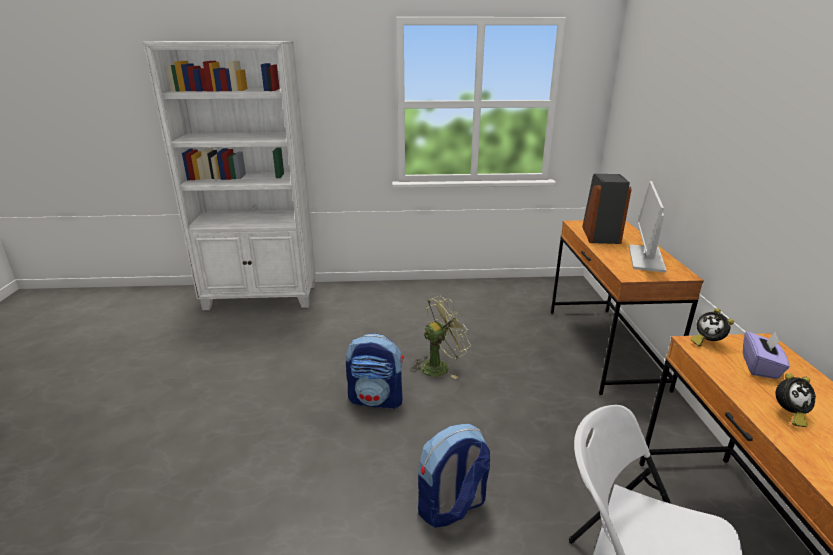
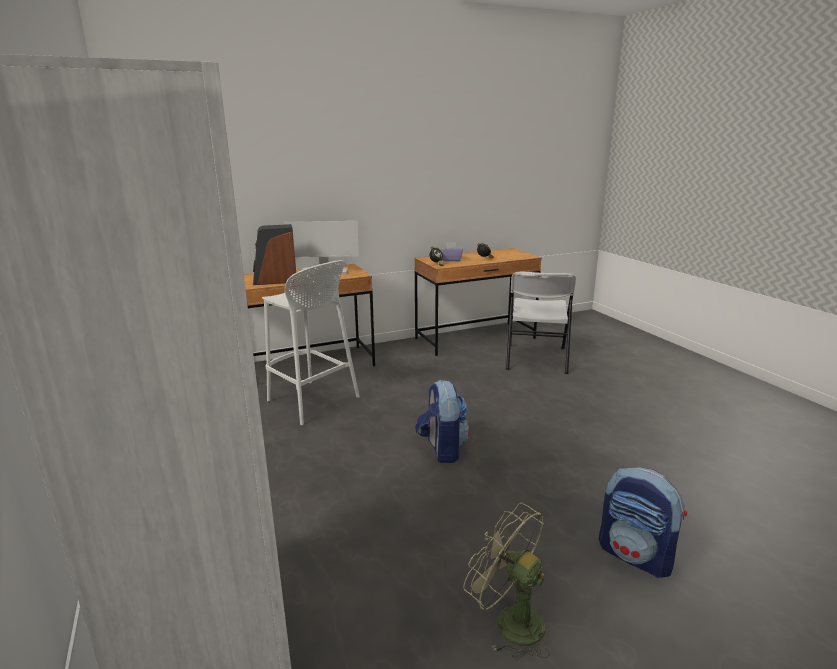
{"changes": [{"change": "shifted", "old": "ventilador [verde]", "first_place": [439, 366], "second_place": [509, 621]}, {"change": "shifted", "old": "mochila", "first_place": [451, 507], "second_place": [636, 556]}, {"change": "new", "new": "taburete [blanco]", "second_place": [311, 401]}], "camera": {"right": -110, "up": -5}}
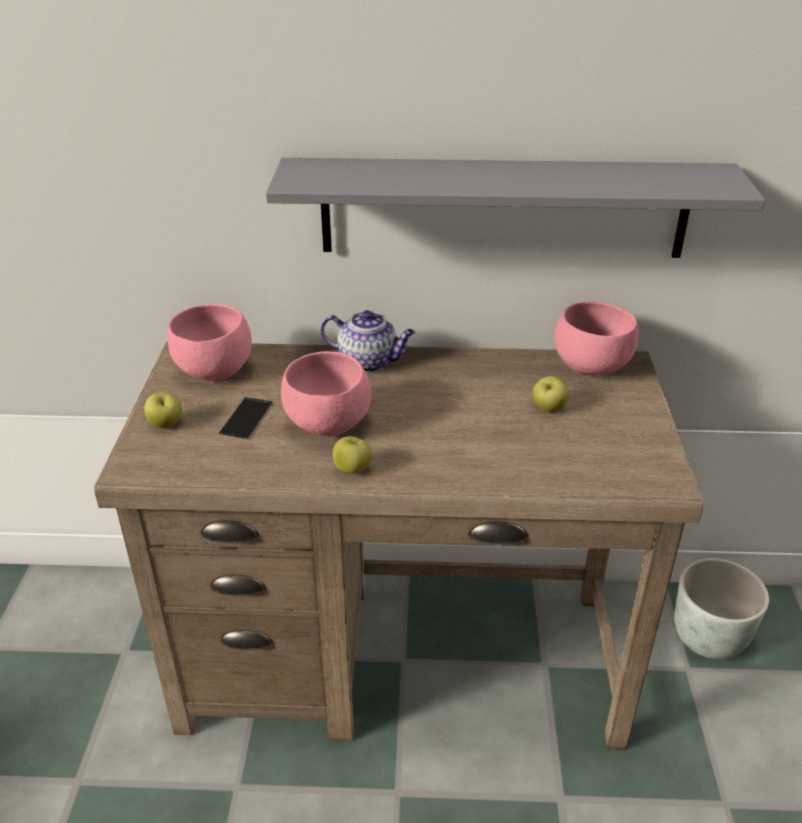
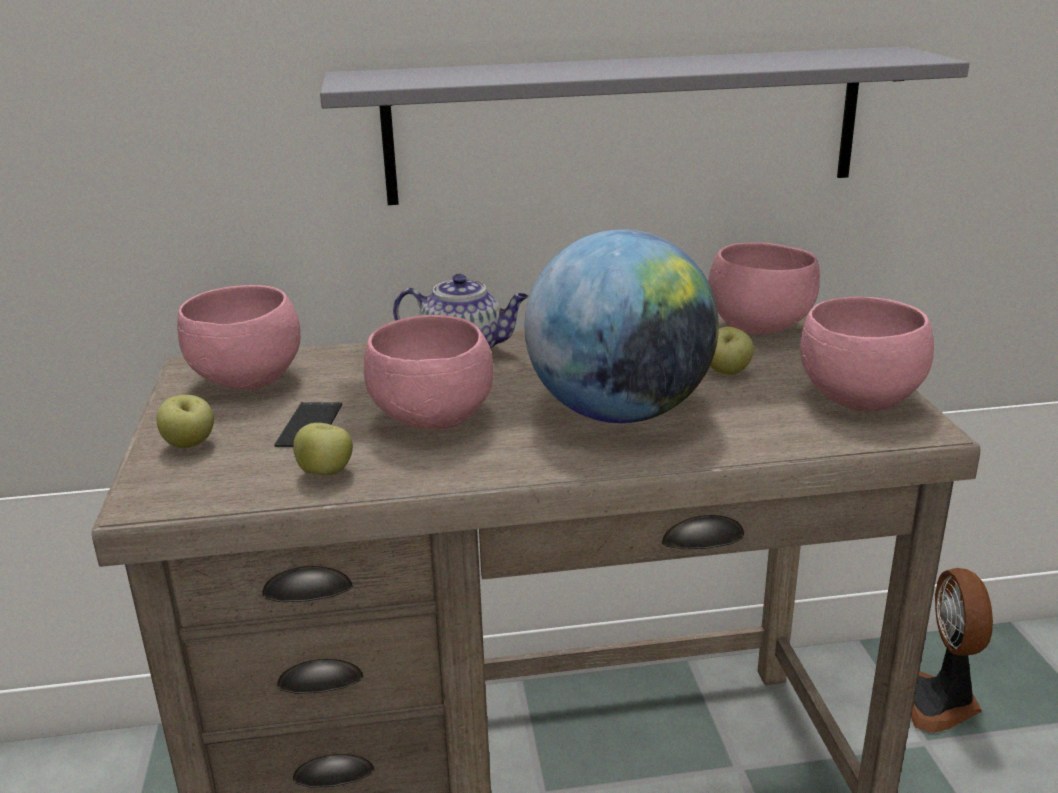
{"changes": [{"change": "shifted", "old": "manzana", "first_place": [352, 469], "second_place": [326, 473]}, {"change": "swapped", "old": "maceta [gris]", "new": "ventilador", "first_place": [709, 640], "second_place": [939, 702]}, {"change": "new", "new": "globo terráqueo", "second_place": [619, 413]}, {"change": "new", "new": "cuenco [rosa]", "second_place": [859, 401]}], "camera": {"right": -10, "up": -10}}
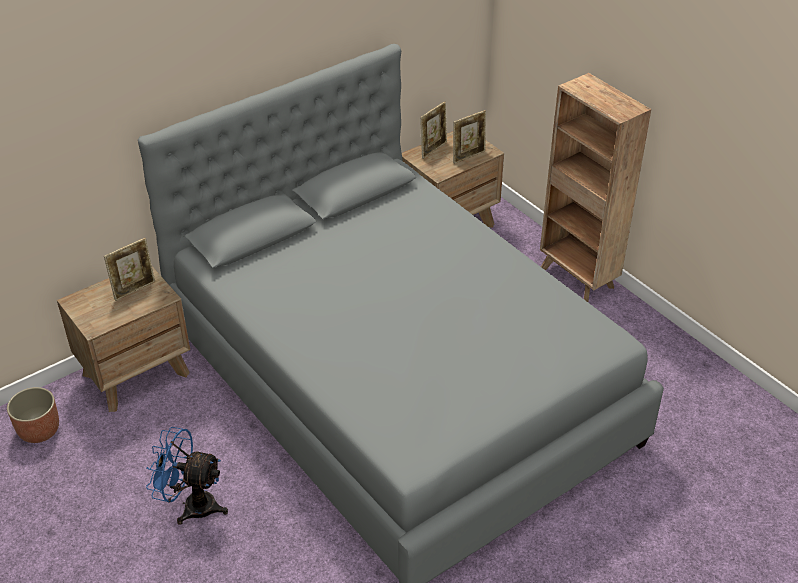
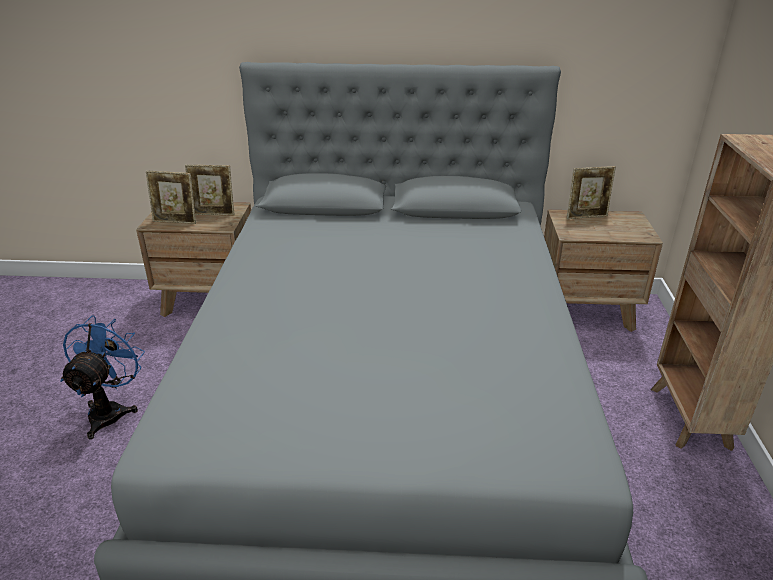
{"changes": [{"change": "shifted", "old": "portarretratos", "first_place": [468, 156], "second_place": [175, 222]}, {"change": "gone", "old": "maceta", "first_place": [39, 430]}, {"change": "rotated", "old": "ventilador [azul]", "first_place": [192, 505], "second_place": [111, 411], "degrees": 45}], "camera": {"right": 40, "up": -10}}
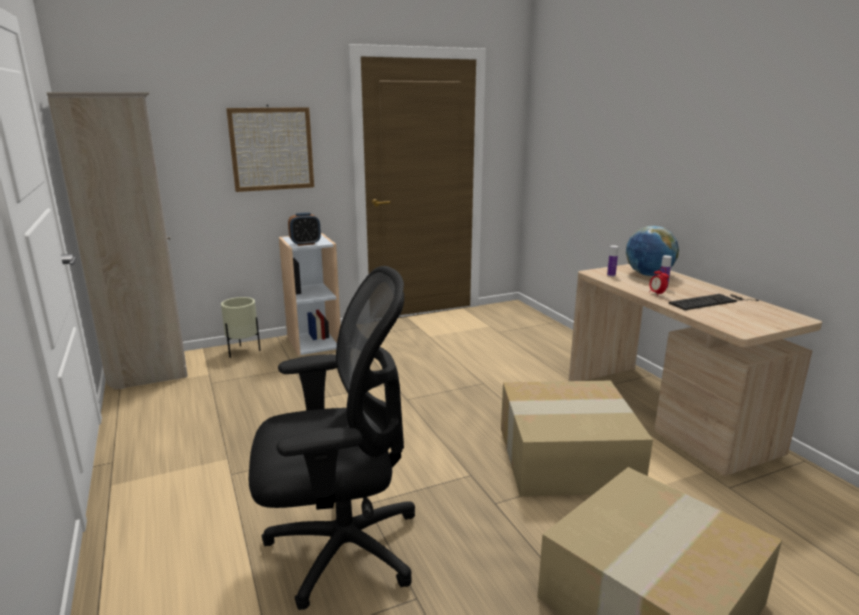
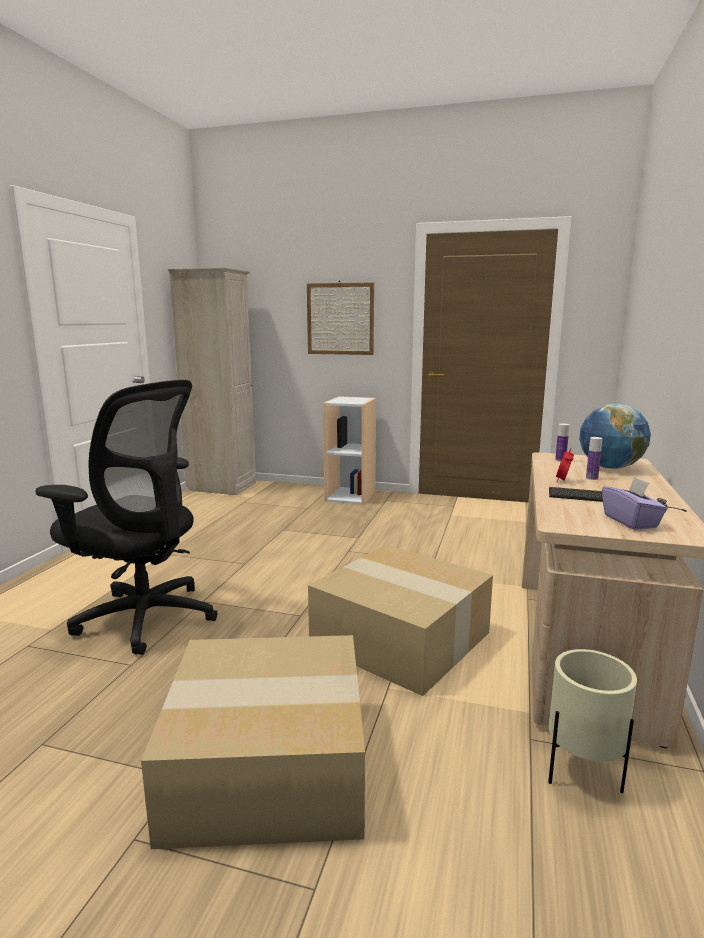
{"changes": [{"change": "gone", "old": "despertador", "first_place": [305, 244]}, {"change": "shifted", "old": "maceta [beis]", "first_place": [243, 351], "second_place": [582, 774]}, {"change": "new", "new": "caja de pañuelos [morado]", "second_place": [631, 521]}], "camera": {"right": 40, "up": -5}}
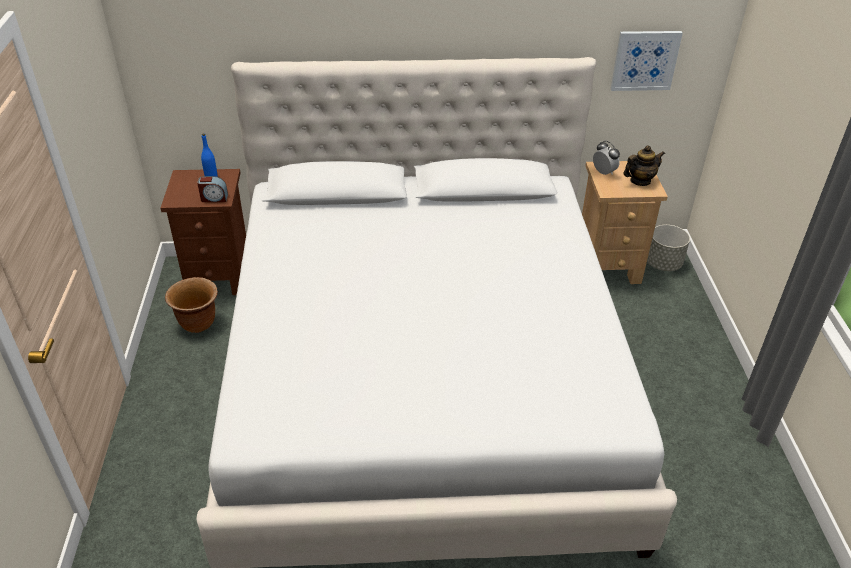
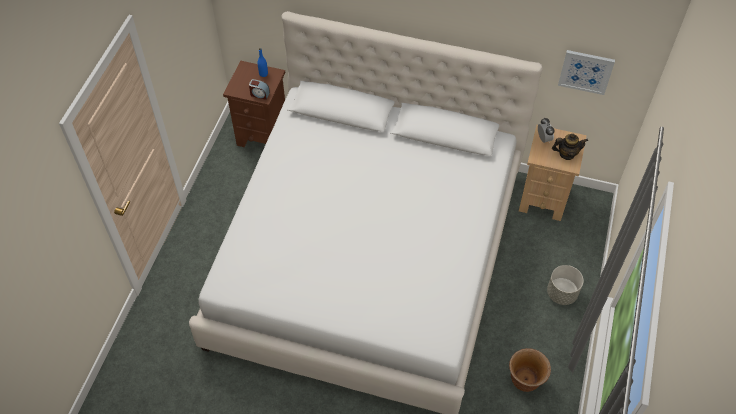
{"changes": [{"change": "shifted", "old": "maceta [gris]", "first_place": [663, 264], "second_place": [562, 293]}, {"change": "shifted", "old": "maceta [marrón]", "first_place": [198, 323], "second_place": [525, 380]}], "camera": {"right": 20, "up": 15}}
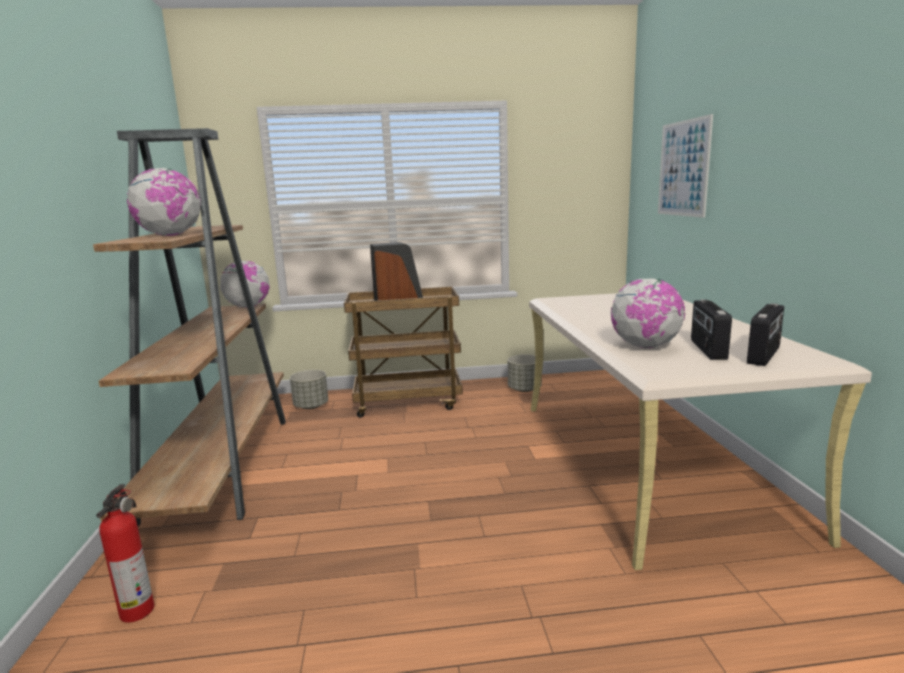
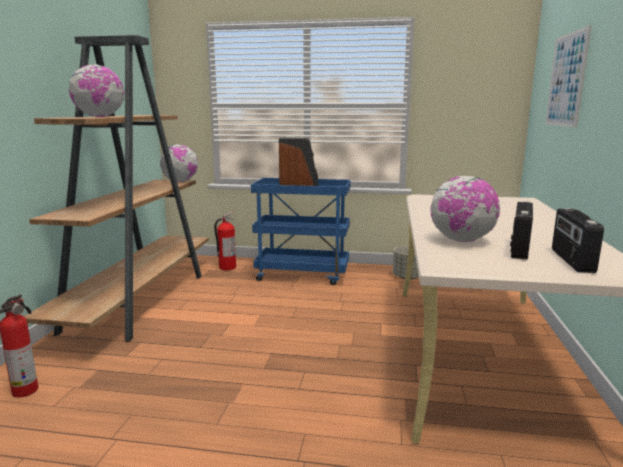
{"changes": [{"change": "repainted", "old": "carrito [marrón]", "new": "carrito [azul]", "first_place": [408, 402], "second_place": [303, 275]}, {"change": "rotated", "old": "radio", "first_place": [764, 355], "second_place": [571, 260], "degrees": 135}, {"change": "swapped", "old": "maceta [gris]", "new": "extintor", "first_place": [311, 406], "second_place": [227, 267]}], "camera": {"right": 15, "up": 0}}
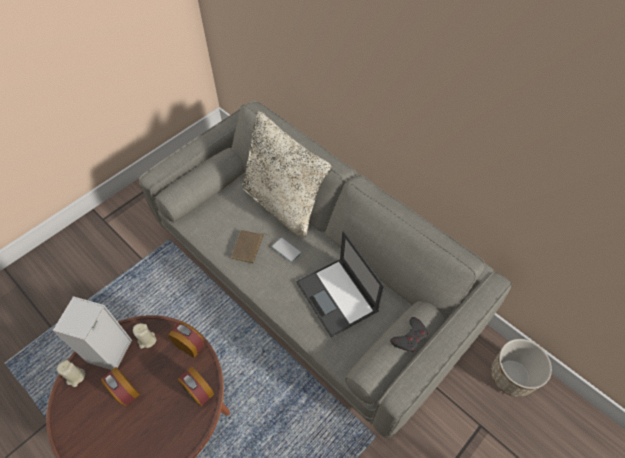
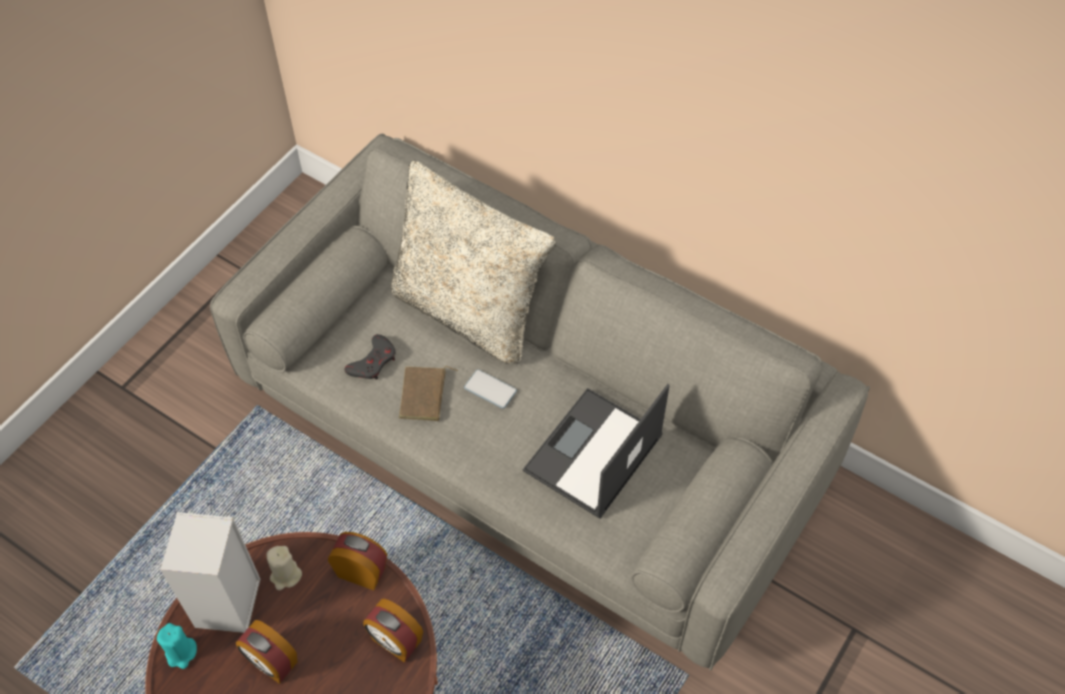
{"changes": [{"change": "rotated", "old": "portátil", "first_place": [337, 297], "second_place": [592, 454], "degrees": 75}, {"change": "shifted", "old": "mando de consola [gris]", "first_place": [409, 337], "second_place": [373, 362]}, {"change": "gone", "old": "maceta", "first_place": [511, 376]}, {"change": "repainted", "old": "vela [beis]", "new": "vela [turquesa]", "first_place": [75, 377], "second_place": [181, 653]}], "camera": {"right": -10, "up": 0}}
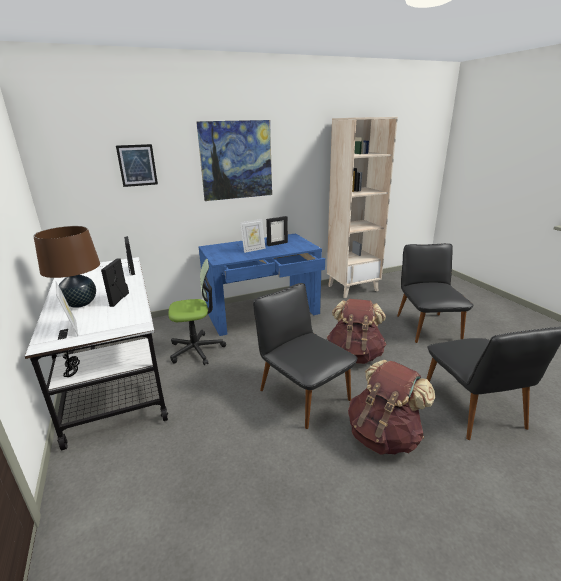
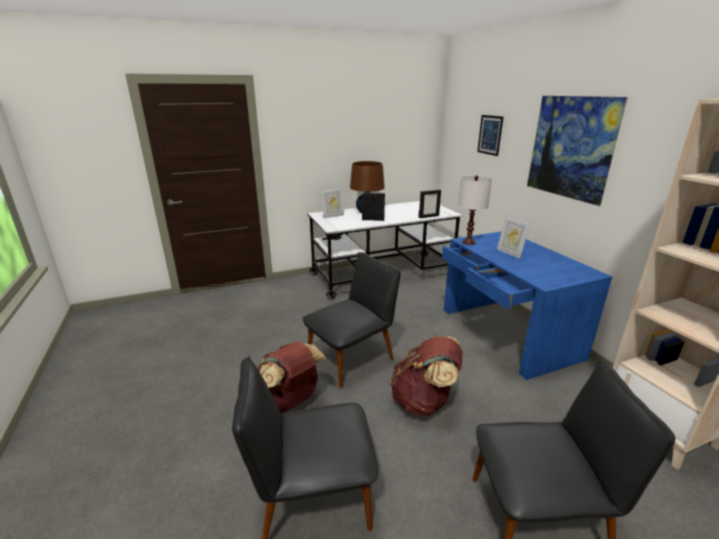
{"changes": [{"change": "gone", "old": "portarretratos", "first_place": [277, 244]}, {"change": "gone", "old": "silla de oficina", "first_place": [196, 350]}, {"change": "new", "new": "lámpara de mesa [blanco]", "second_place": [468, 242]}], "camera": {"right": 90, "up": 0}}
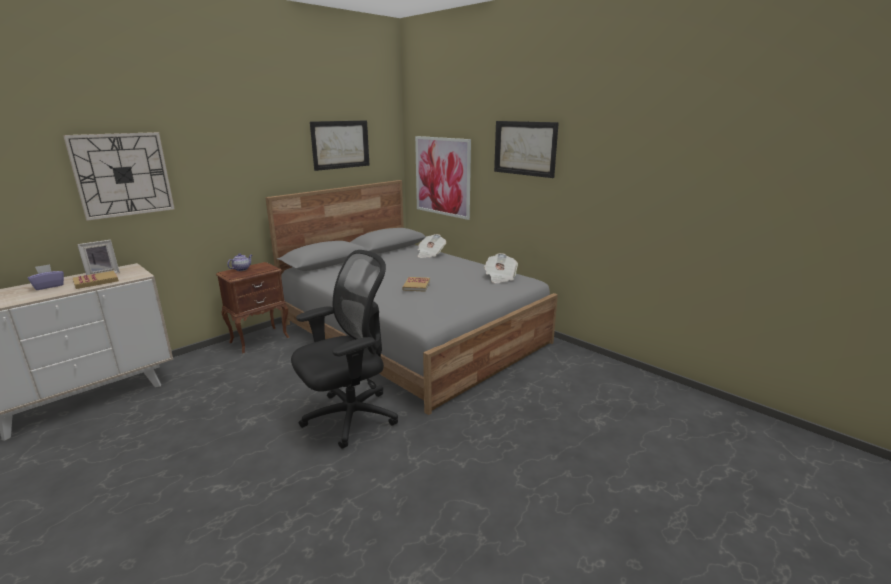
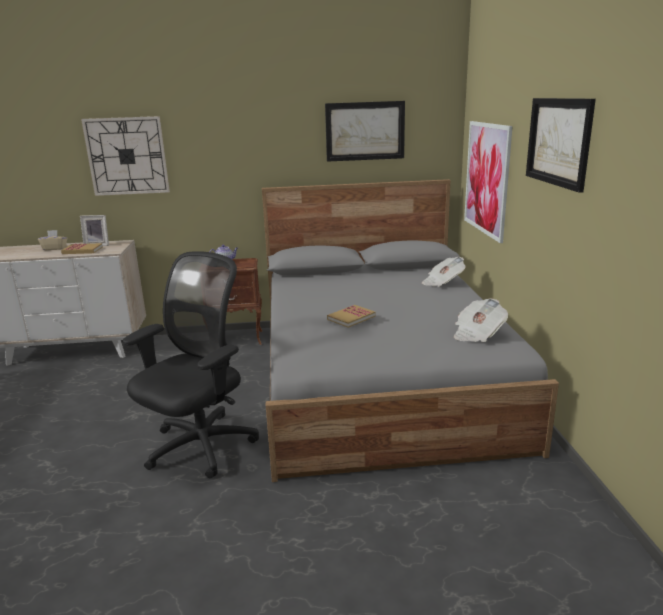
{"changes": [{"change": "rotated", "old": "silla de oficina [negro]", "first_place": [347, 420], "second_place": [198, 450], "degrees": -60}, {"change": "repainted", "old": "caja de pañuelos [morado]", "new": "caja de pañuelos [beis]", "first_place": [49, 286], "second_place": [55, 248]}], "camera": {"right": 40, "up": 0}}
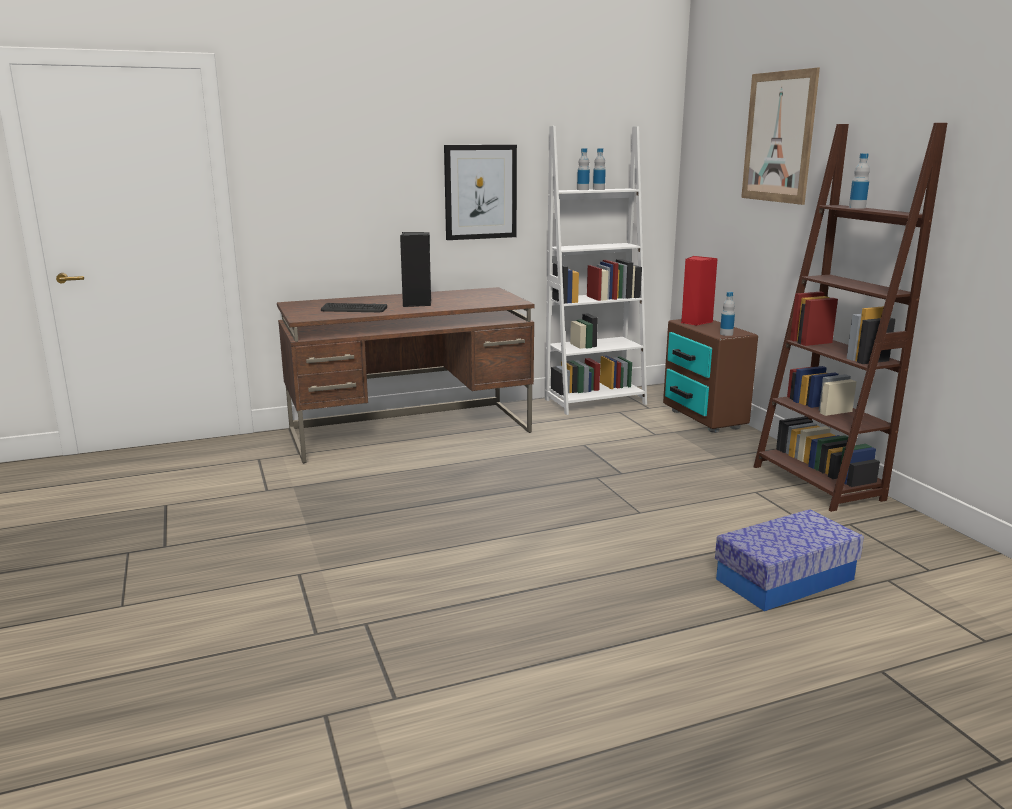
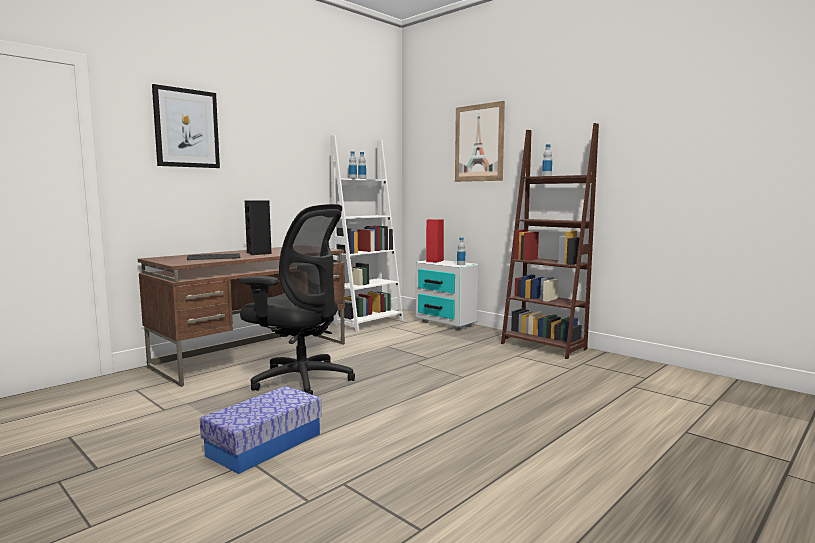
{"changes": [{"change": "shifted", "old": "cuadro", "first_place": [480, 192], "second_place": [186, 128]}, {"change": "repainted", "old": "mesita de noche [marrón]", "new": "mesita de noche [blanco]", "first_place": [702, 419], "second_place": [445, 324]}, {"change": "shifted", "old": "caja de almacenaje", "first_place": [785, 579], "second_place": [265, 444]}, {"change": "new", "new": "silla de oficina [negro]", "second_place": [296, 380]}], "camera": {"right": -25, "up": -10}}
